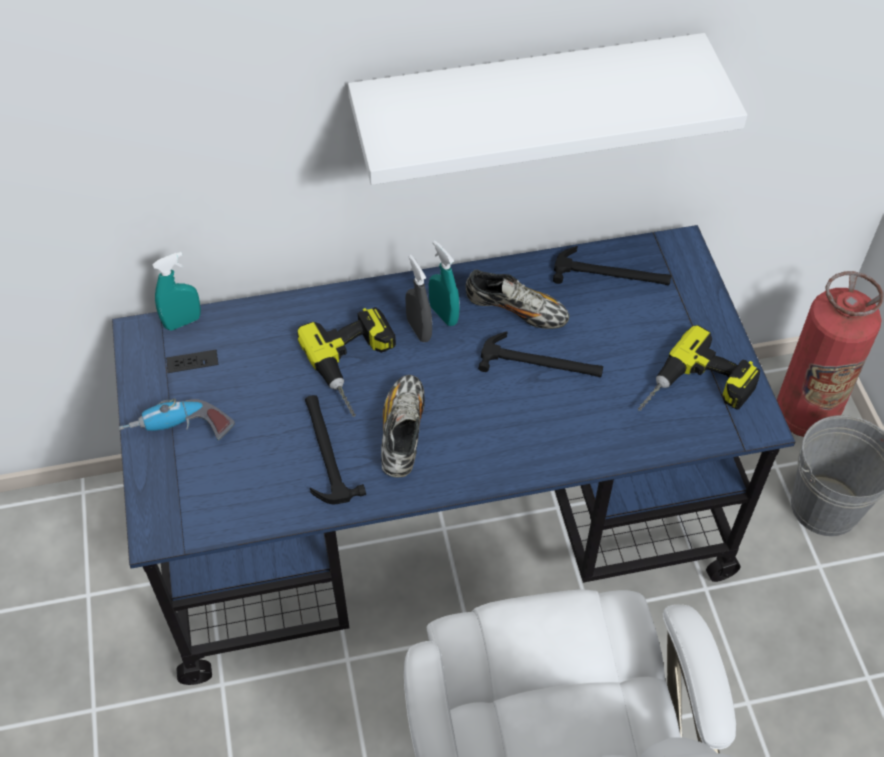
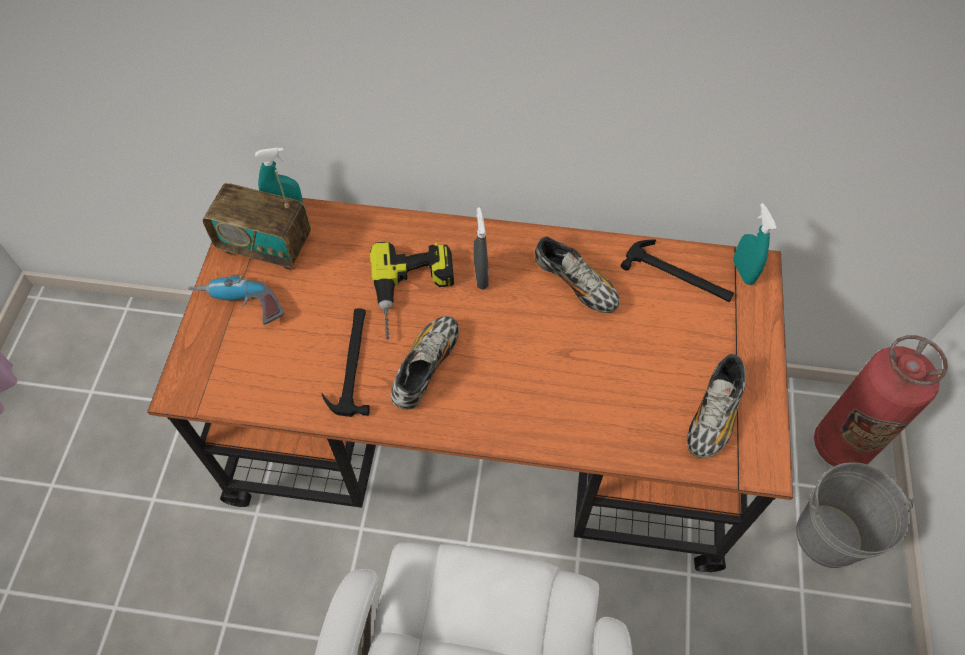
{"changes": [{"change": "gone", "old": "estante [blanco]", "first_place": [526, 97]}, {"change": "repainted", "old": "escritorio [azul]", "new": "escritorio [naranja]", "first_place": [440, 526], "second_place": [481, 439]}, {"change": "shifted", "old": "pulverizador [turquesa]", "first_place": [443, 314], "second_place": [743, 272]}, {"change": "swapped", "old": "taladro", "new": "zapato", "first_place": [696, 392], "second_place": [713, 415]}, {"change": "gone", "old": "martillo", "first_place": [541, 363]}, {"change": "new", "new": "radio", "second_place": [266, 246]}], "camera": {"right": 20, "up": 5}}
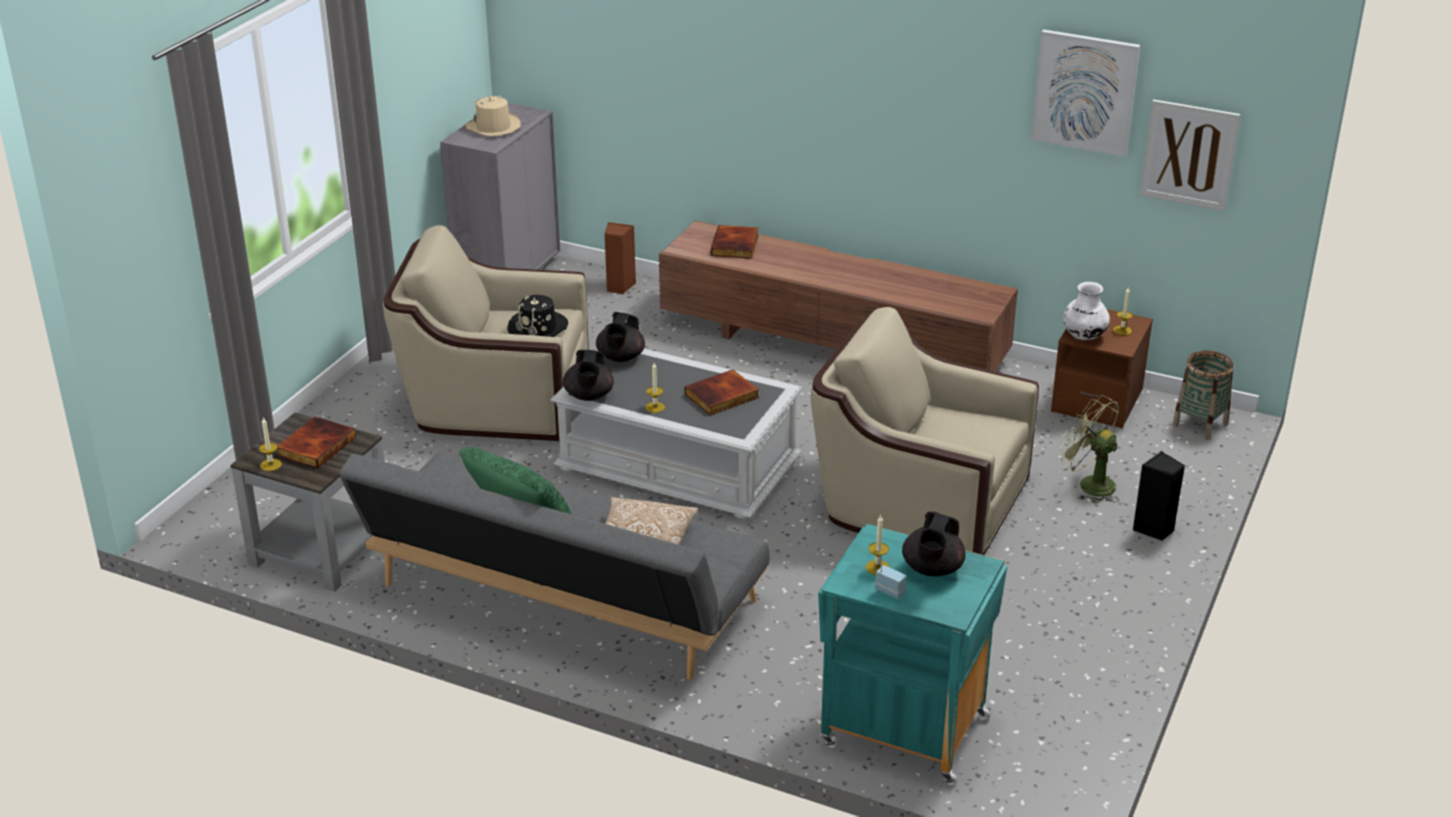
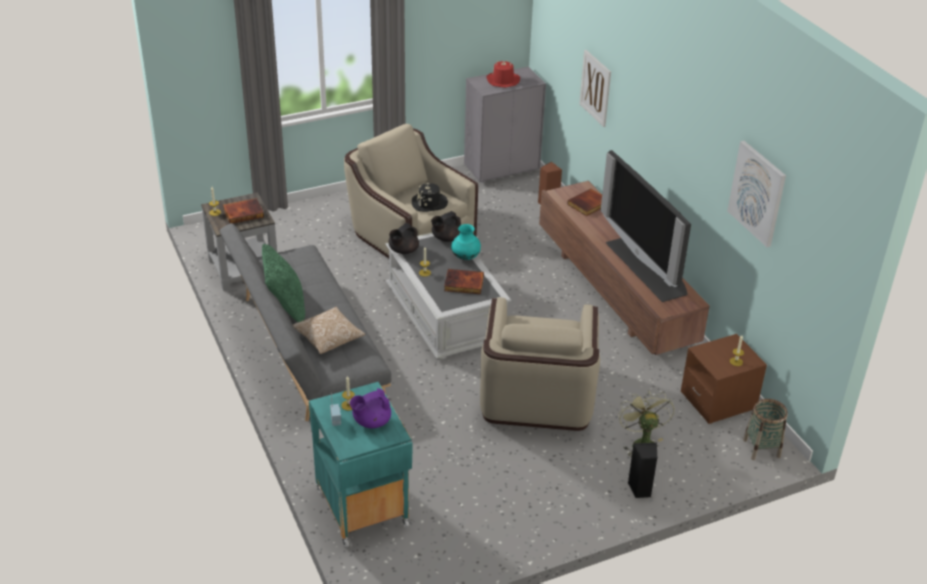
{"changes": [{"change": "repainted", "old": "sombrero [beis]", "new": "sombrero [rojo]", "first_place": [493, 127], "second_place": [503, 80]}, {"change": "shifted", "old": "cuadro", "first_place": [1189, 154], "second_place": [595, 88]}, {"change": "gone", "old": "florero [blanco]", "first_place": [1083, 336]}, {"change": "rotated", "old": "sillón [beis]", "first_place": [917, 499], "second_place": [536, 397], "degrees": -150}, {"change": "repainted", "old": "tetera [negro]", "new": "tetera [morado]", "first_place": [932, 569], "second_place": [371, 422]}, {"change": "new", "new": "televisor", "second_place": [647, 268]}, {"change": "new", "new": "florero [turquesa]", "second_place": [465, 257]}], "camera": {"right": 40, "up": 5}}
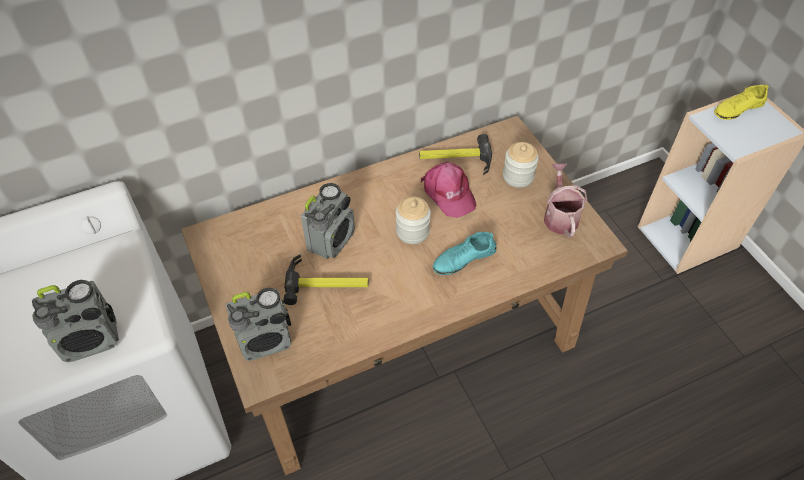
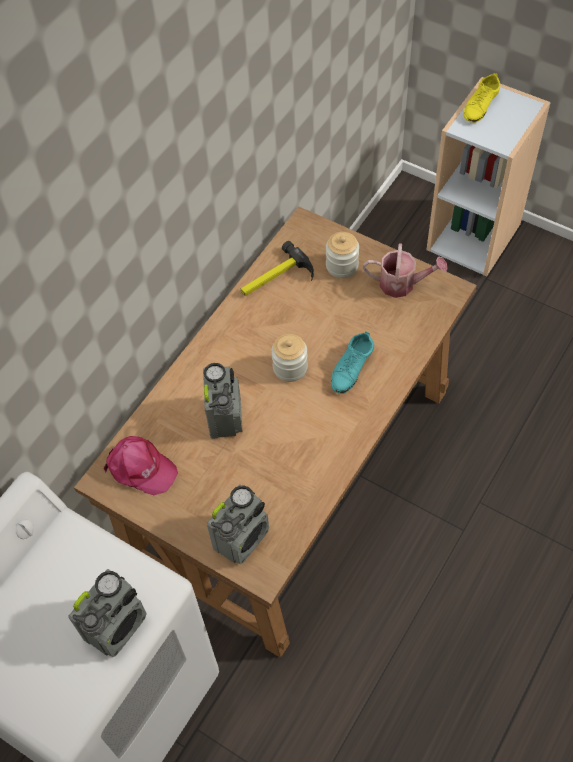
{"changes": [{"change": "shifted", "old": "gorra [rosa]", "first_place": [448, 193], "second_place": [140, 468]}, {"change": "rotated", "old": "regadera", "first_place": [559, 216], "second_place": [402, 284], "degrees": 135}, {"change": "gone", "old": "martillo", "first_place": [327, 282]}], "camera": {"right": -30, "up": 5}}
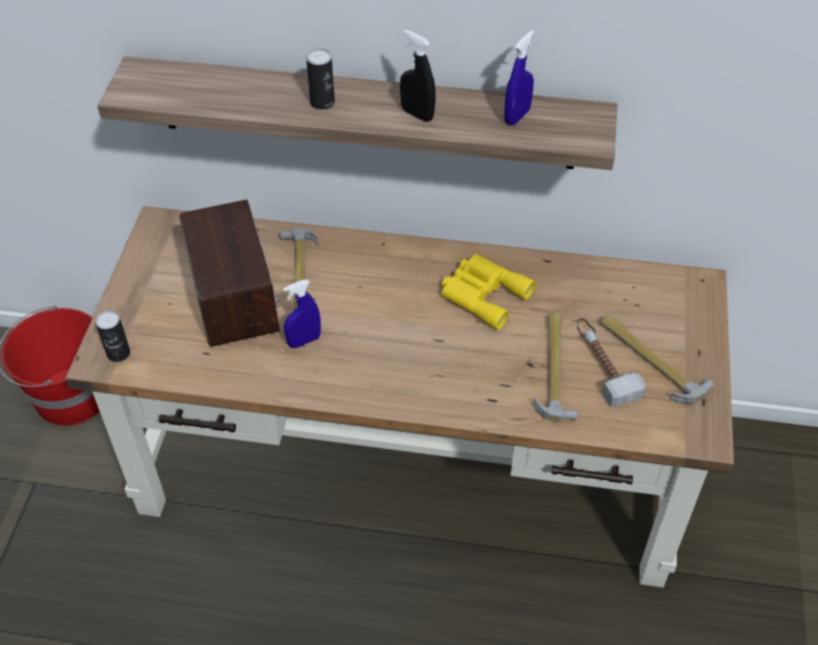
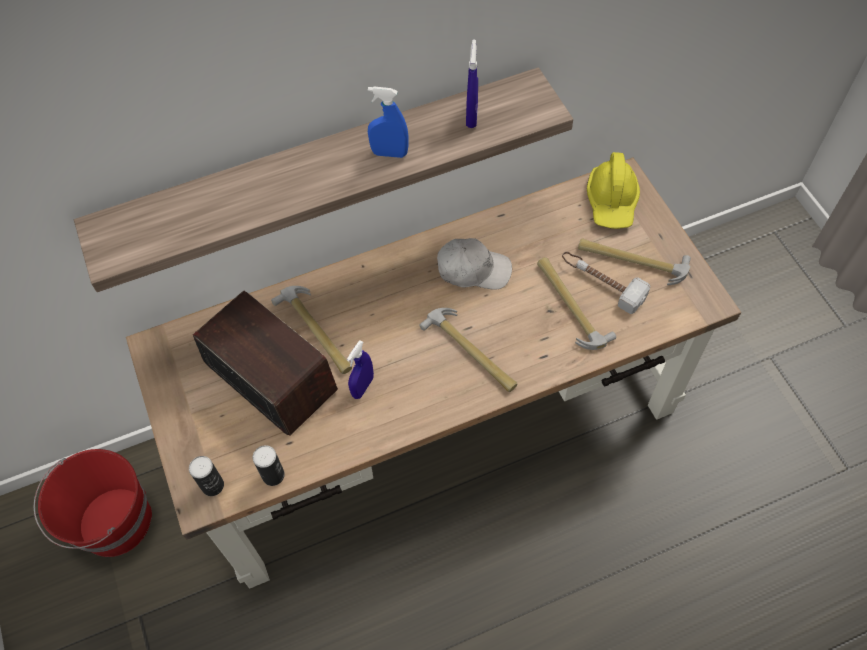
{"changes": [{"change": "repainted", "old": "pulverizador [negro]", "new": "pulverizador [azul]", "first_place": [417, 114], "second_place": [389, 153]}, {"change": "shifted", "old": "lata", "first_place": [322, 102], "second_place": [273, 475]}, {"change": "swapped", "old": "prismáticos [amarillo]", "new": "gorra [blanco]", "first_place": [482, 294], "second_place": [473, 269]}, {"change": "new", "new": "casco [amarillo]", "second_place": [612, 201]}, {"change": "new", "new": "martillo", "second_place": [471, 352]}], "camera": {"right": -30, "up": 10}}
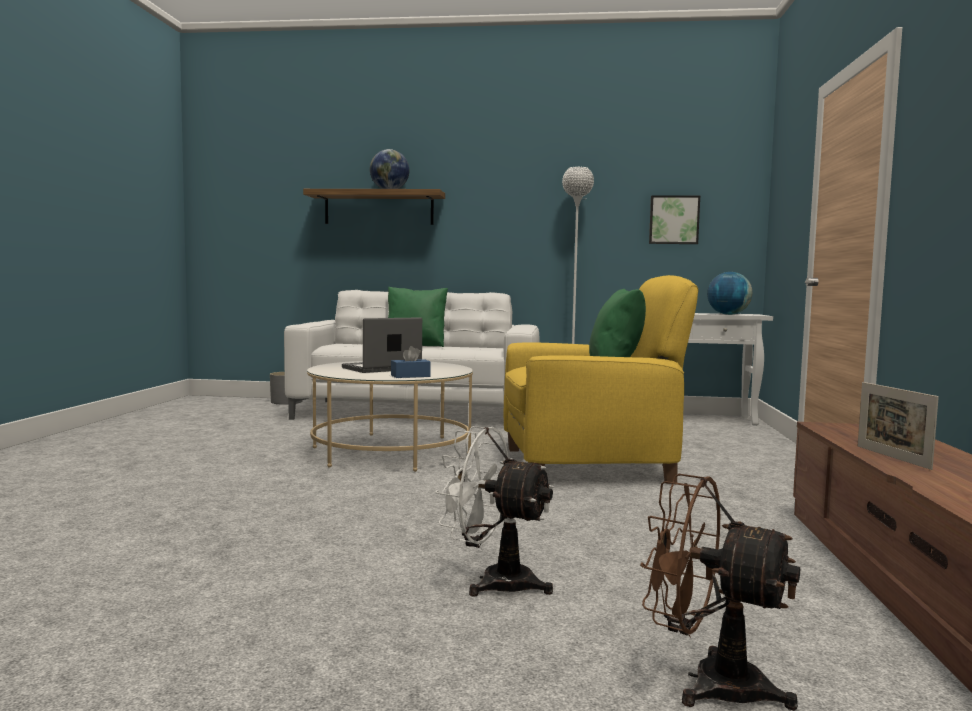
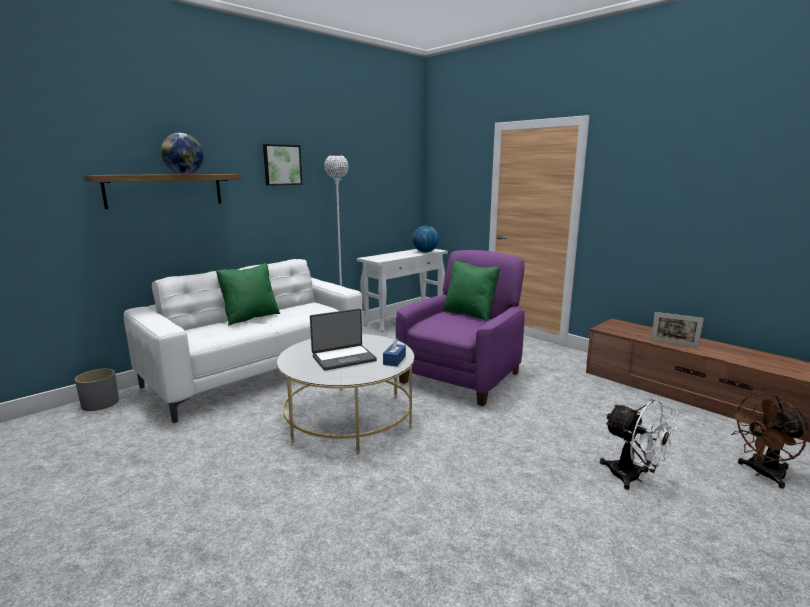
{"changes": [{"change": "shifted", "old": "cuadro", "first_place": [673, 220], "second_place": [282, 165]}, {"change": "repainted", "old": "sillón [amarillo]", "new": "sillón [morado]", "first_place": [588, 465], "second_place": [461, 377]}, {"change": "rotated", "old": "portátil", "first_place": [382, 369], "second_place": [343, 358], "degrees": -120}, {"change": "rotated", "old": "ventilador [blanco]", "first_place": [494, 581], "second_place": [633, 478], "degrees": -105}], "camera": {"right": -50, "up": 10}}
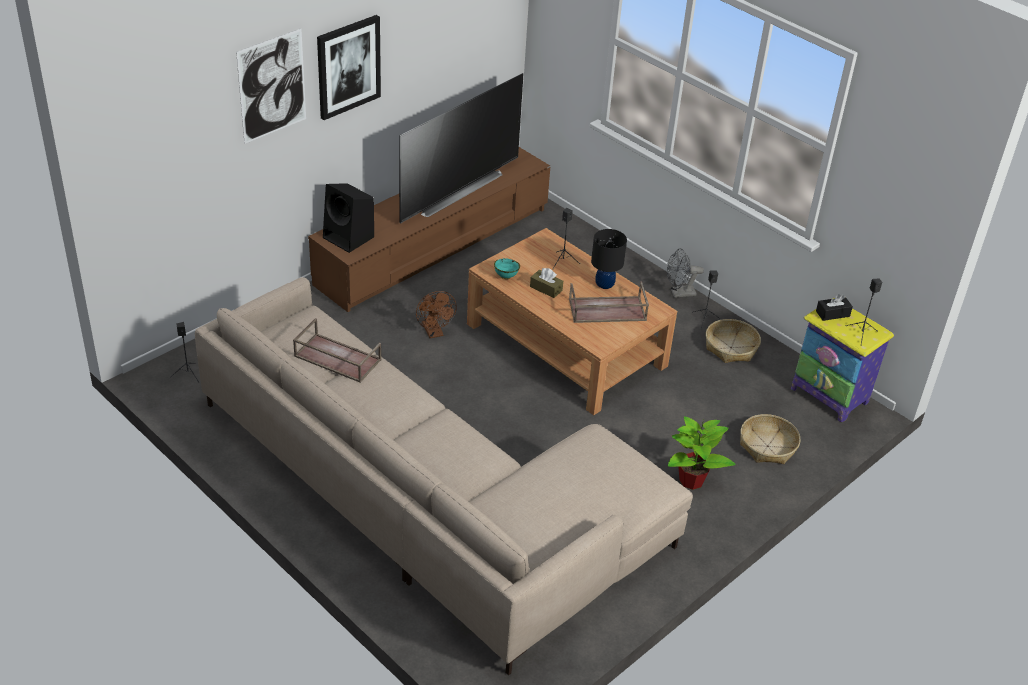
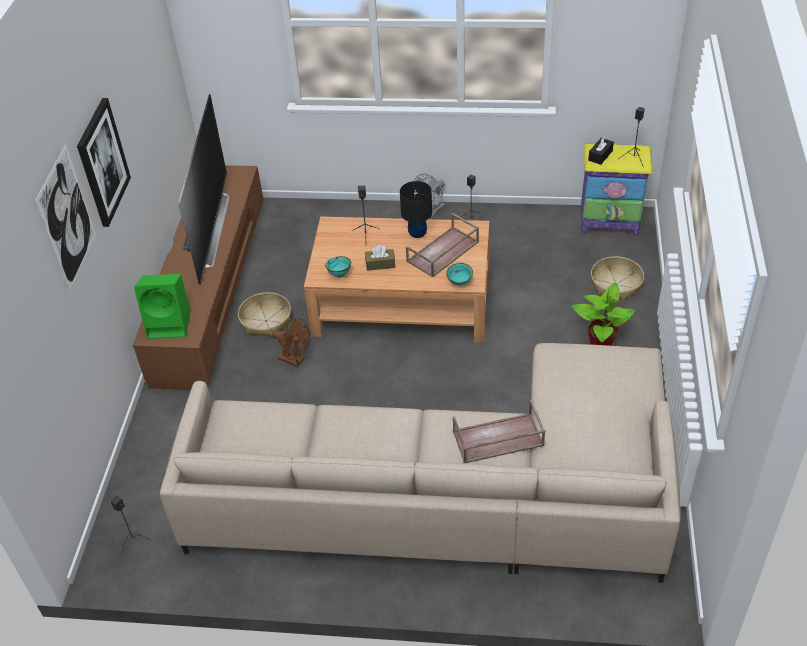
{"changes": [{"change": "repainted", "old": "altavoz [negro]", "new": "altavoz [verde]", "first_place": [349, 238], "second_place": [170, 324]}, {"change": "shifted", "old": "bandeja [marrón]", "first_place": [336, 358], "second_place": [497, 439]}, {"change": "shifted", "old": "cesta", "first_place": [731, 347], "second_place": [266, 320]}, {"change": "new", "new": "cuenco [turquesa]", "second_place": [460, 282]}], "camera": {"right": -35, "up": 5}}
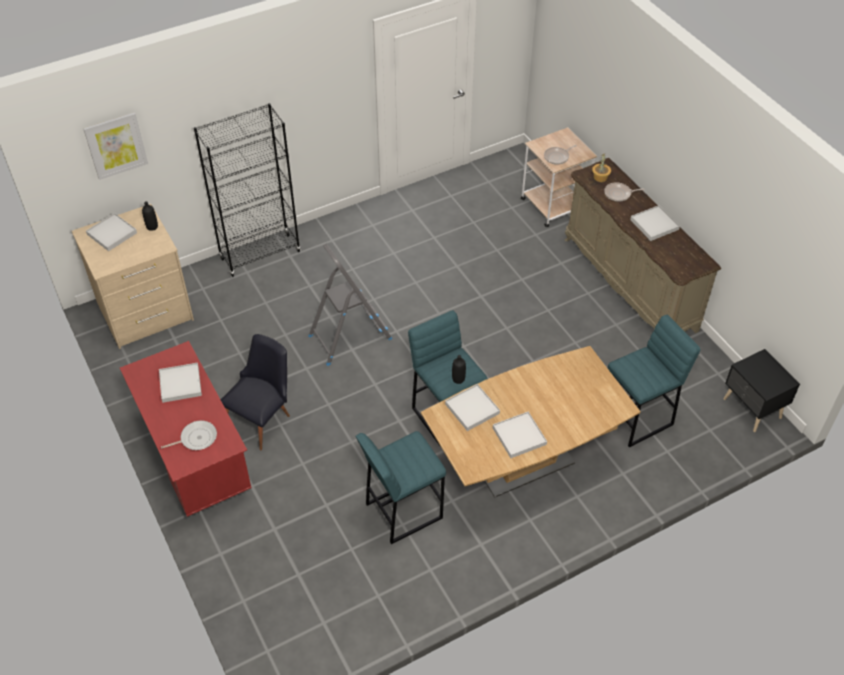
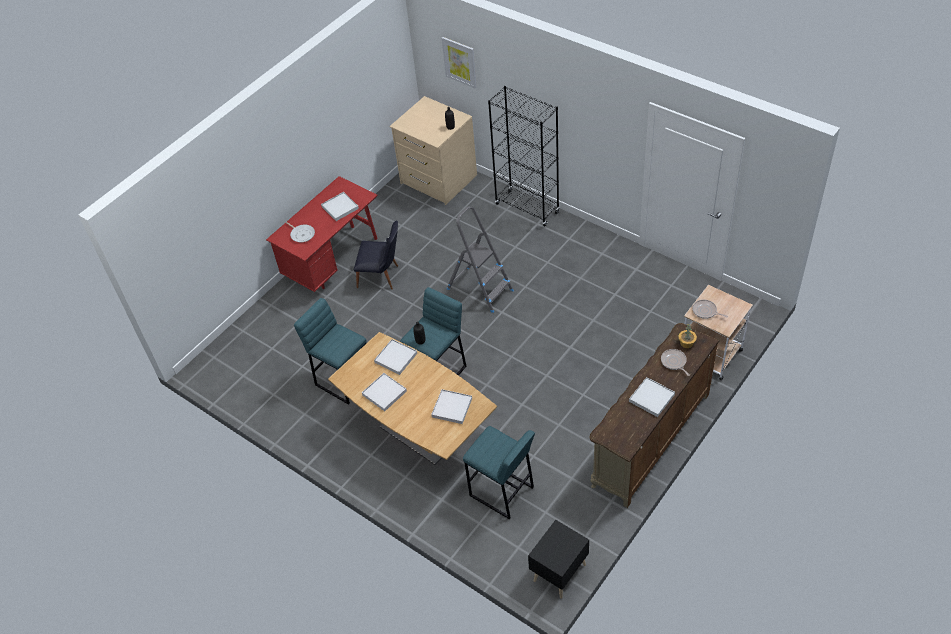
{"changes": [{"change": "shifted", "old": "bandeja [blanco]", "first_place": [112, 234], "second_place": [452, 408]}], "camera": {"right": 70, "up": 0}}
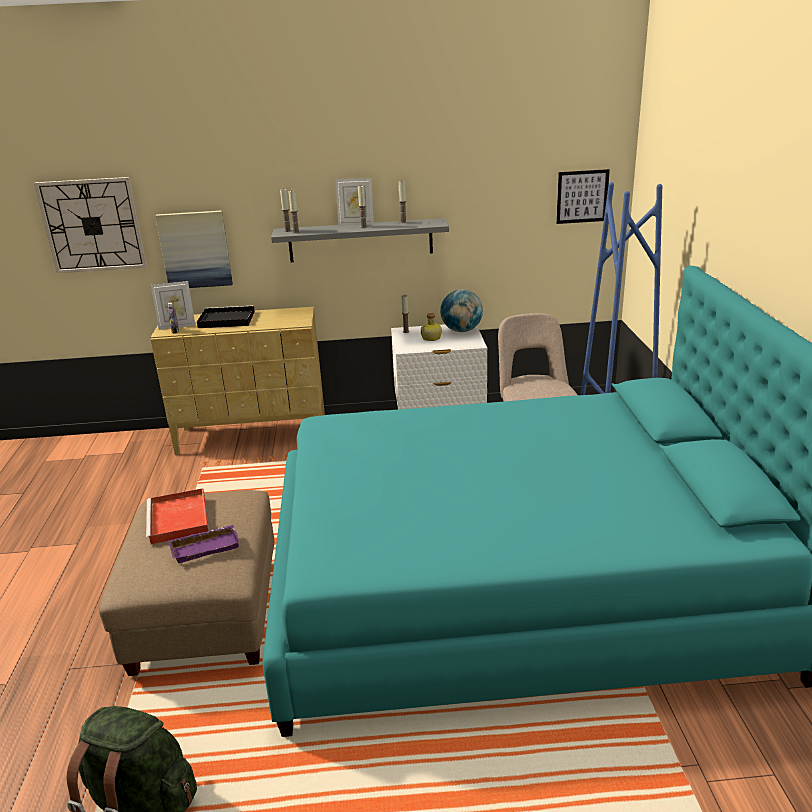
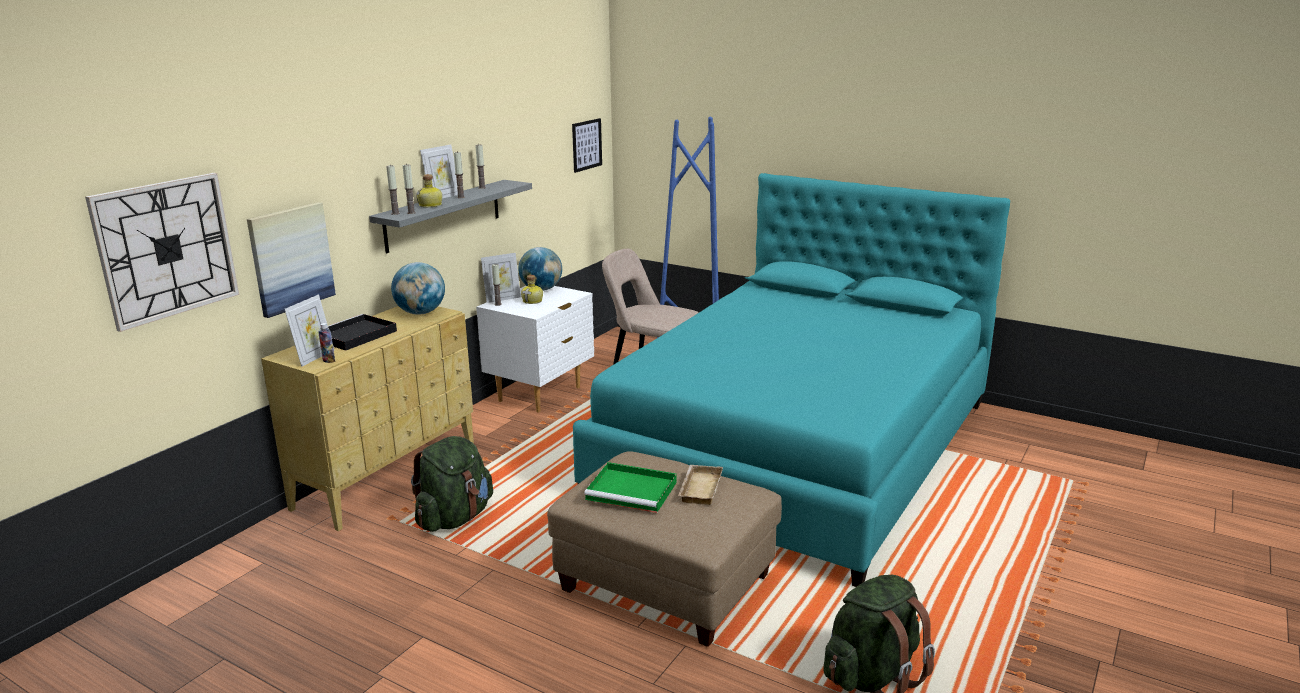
{"changes": [{"change": "repainted", "old": "bandeja [rojo]", "new": "bandeja [verde]", "first_place": [179, 520], "second_place": [633, 491]}, {"change": "repainted", "old": "bandeja [morado]", "new": "bandeja [beis]", "first_place": [206, 547], "second_place": [699, 488]}, {"change": "new", "new": "botella", "second_place": [431, 205]}, {"change": "new", "new": "portarretratos", "second_place": [502, 299]}, {"change": "new", "new": "globo terráqueo", "second_place": [420, 313]}, {"change": "new", "new": "mochila [verde]", "second_place": [455, 518]}], "camera": {"right": -55, "up": -5}}
